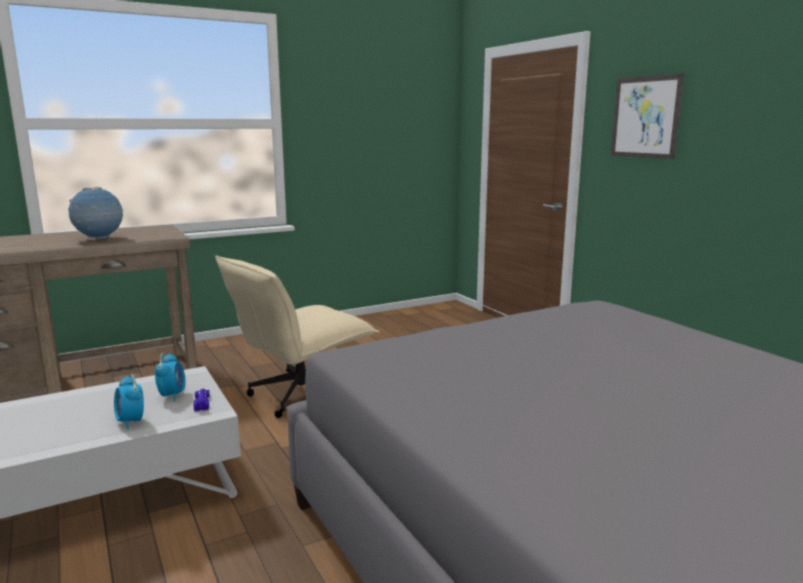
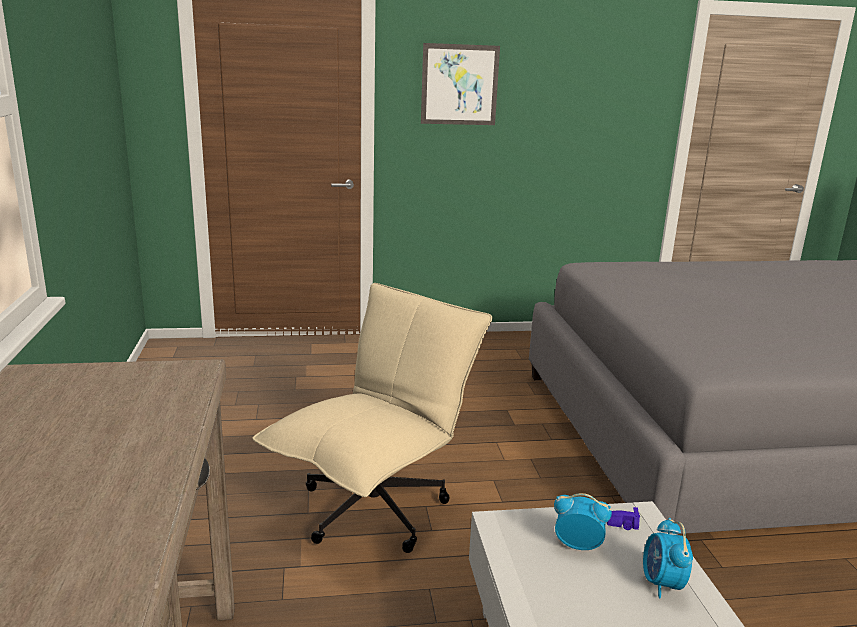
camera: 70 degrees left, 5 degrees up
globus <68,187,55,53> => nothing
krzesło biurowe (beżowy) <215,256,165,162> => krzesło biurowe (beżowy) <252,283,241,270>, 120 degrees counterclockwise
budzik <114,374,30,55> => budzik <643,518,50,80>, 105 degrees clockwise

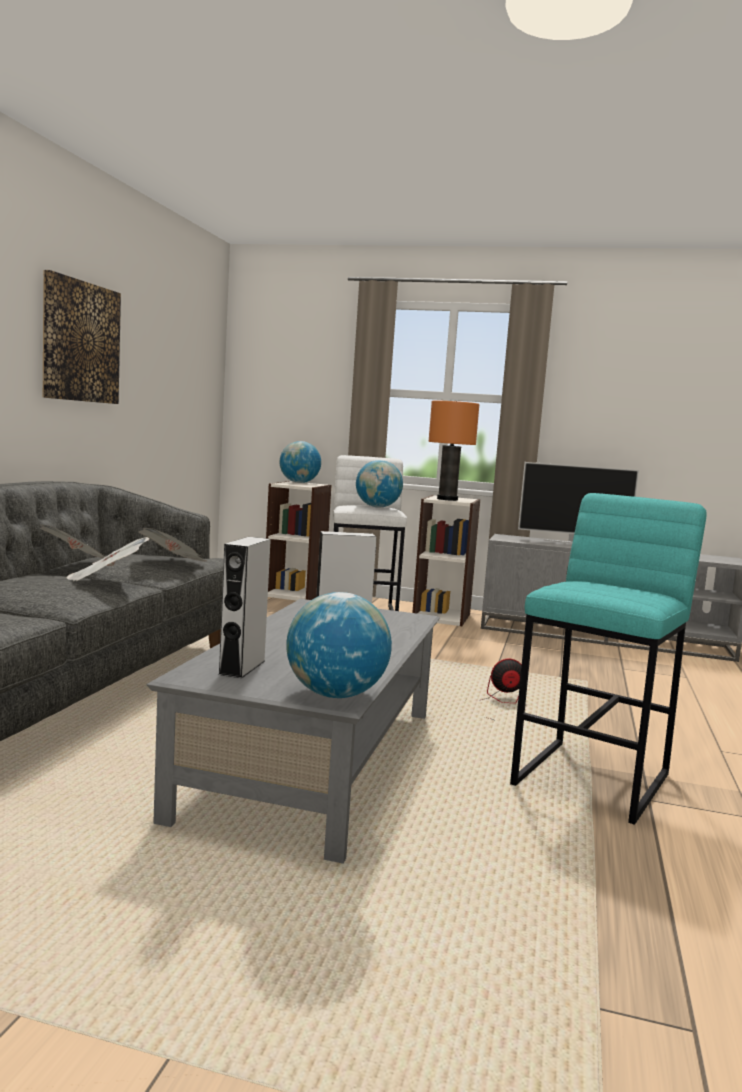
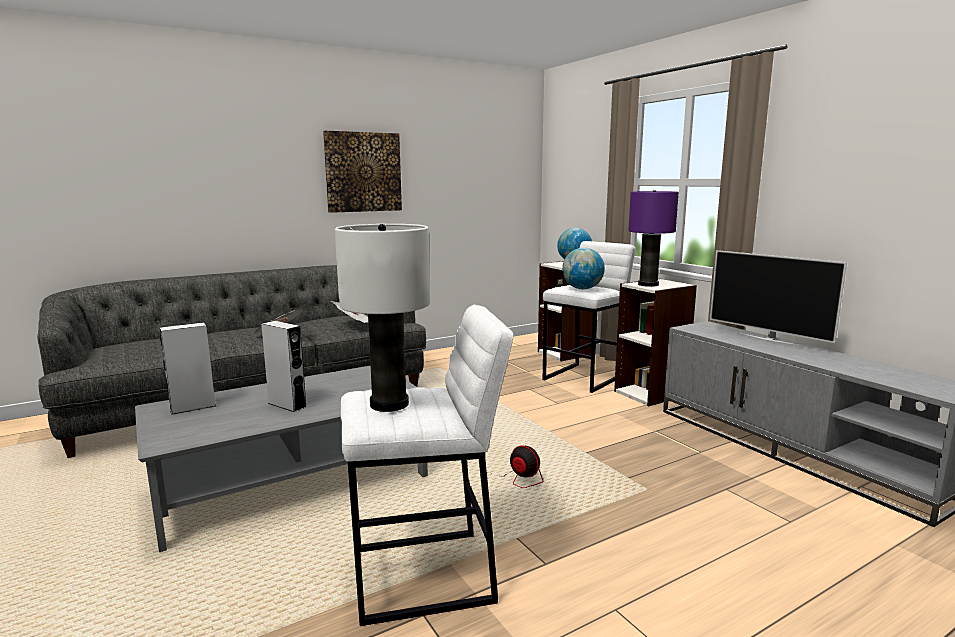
camera: 45 degrees right, 5 degrees up
lampa stołowa (pomarańczowy) <429,400,50,101> => lampa stołowa (fioletowy) <628,190,51,97>
stołek (turkusowy) <510,493,197,332> => stołek (biały) <341,305,172,321>
gazeta <40,525,65,34> => nothing
globus <286,592,106,106> => nothing
nothing => lampa stołowa (biały) <335,224,95,188>

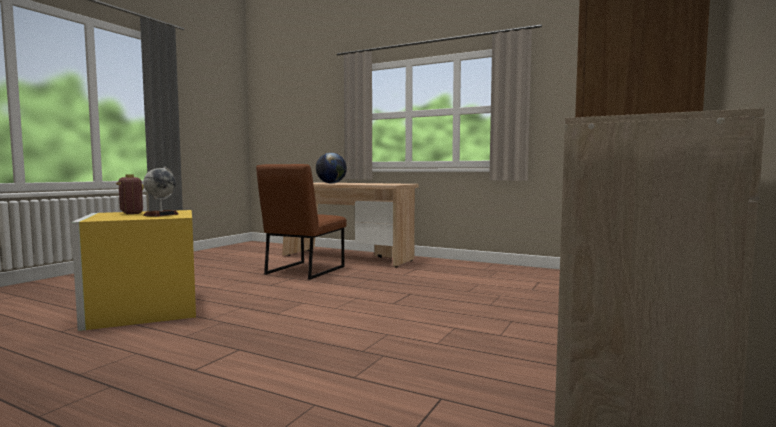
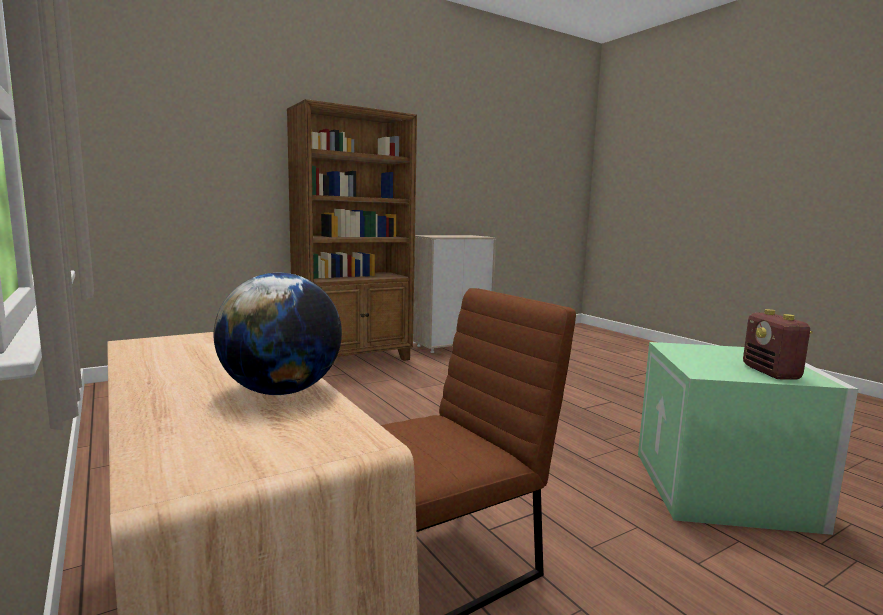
camera: 150 degrees left, 5 degrees up
globus <143,167,36,50> => nothing
pojemnik do przechowywania (żółty) <71,210,125,121> => pojemnik do przechowywania (zielony) <638,342,220,193>

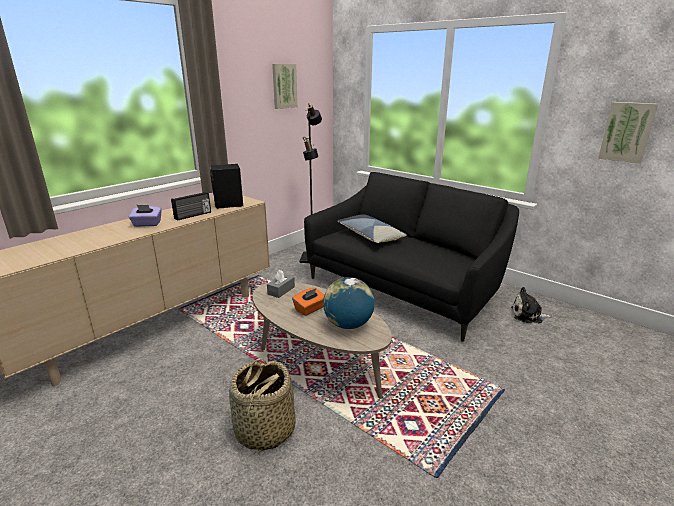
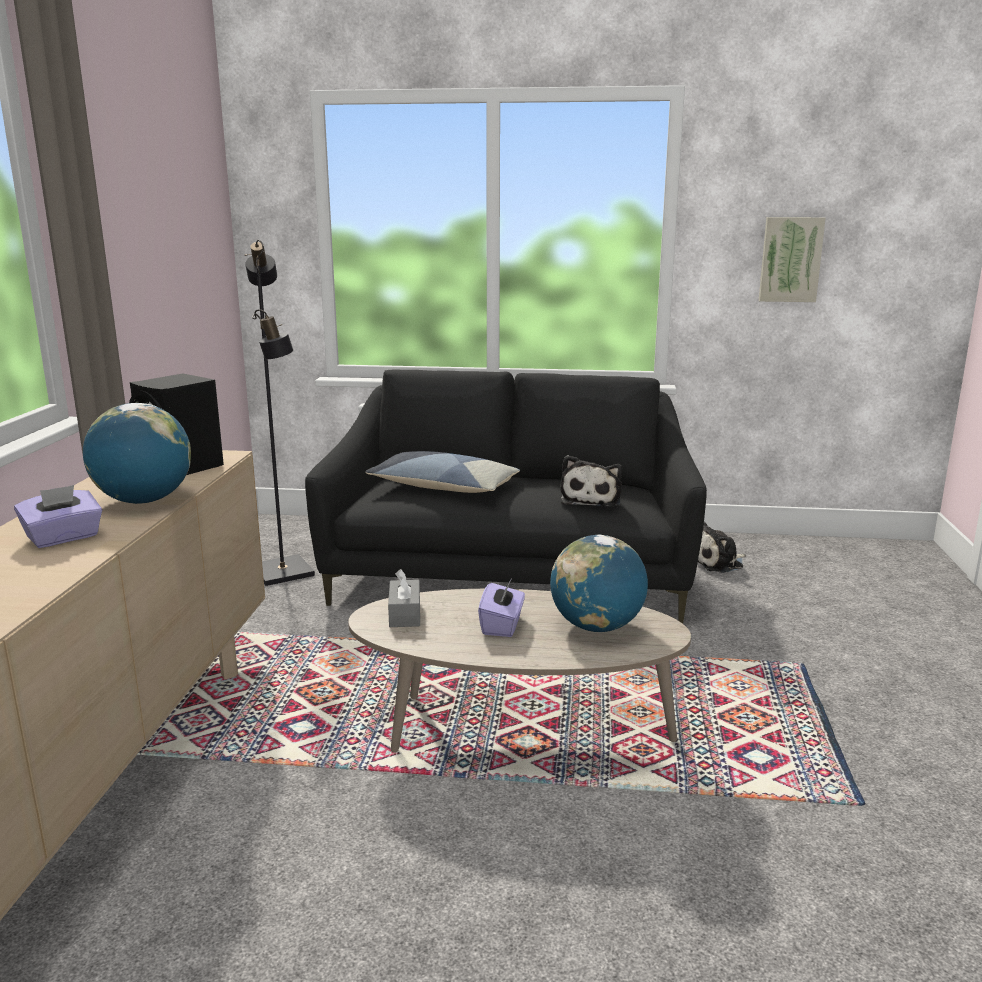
camera: 35 degrees left, 5 degrees down
obraz <272,64,26,45> => nothing
radio <171,192,40,29> => globus <83,403,108,101>
pudełko chusteczek (pomarańczowy) <292,288,32,28> => pudełko chusteczek (fioletowy) <478,580,47,57>
koszyk <229,358,67,96> => nothing
nothing => pluszak <560,455,62,52>

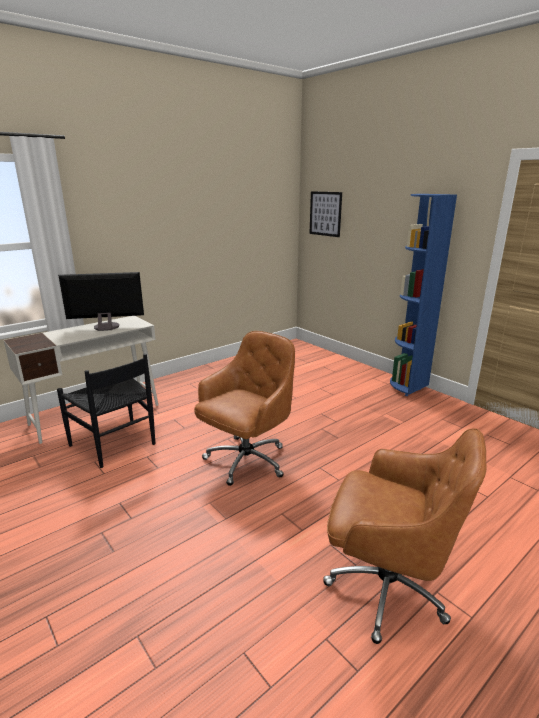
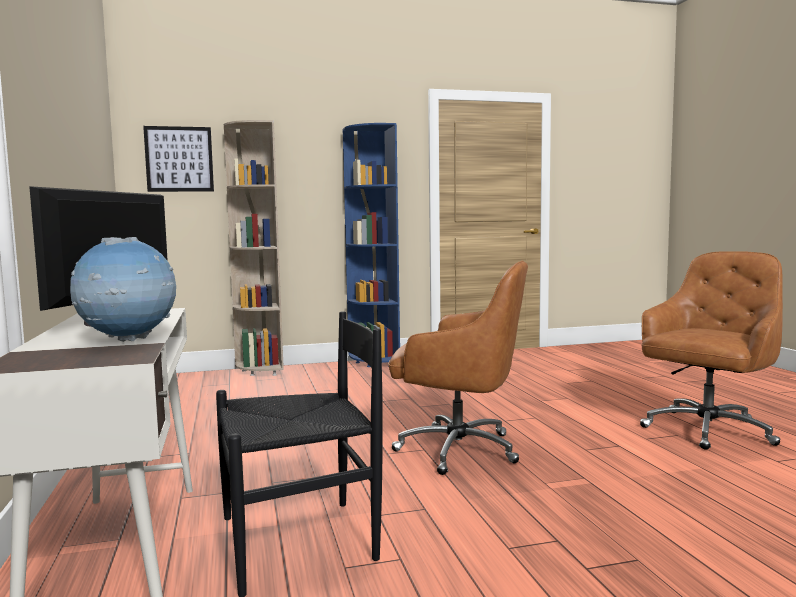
camera: 65 degrees left, 15 degrees down
krzesło biurowe (brązowy) <194,331,101,155> => krzesło biurowe (brązowy) <388,261,140,214>, 135 degrees clockwise
nothing => regał (beżowy) <224,120,60,256>
nothing => globus <70,237,106,105>

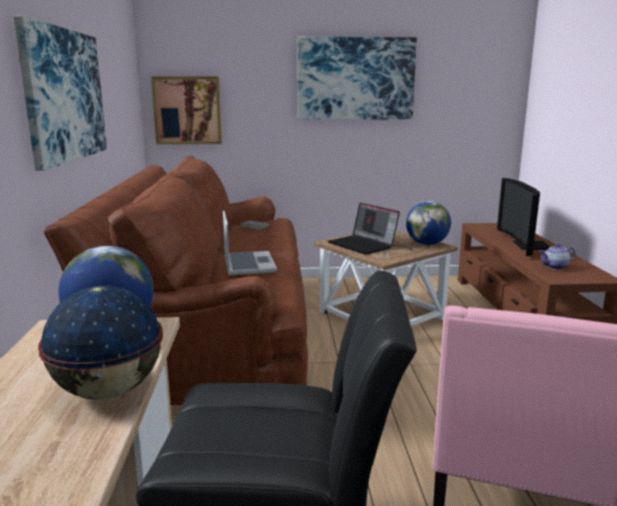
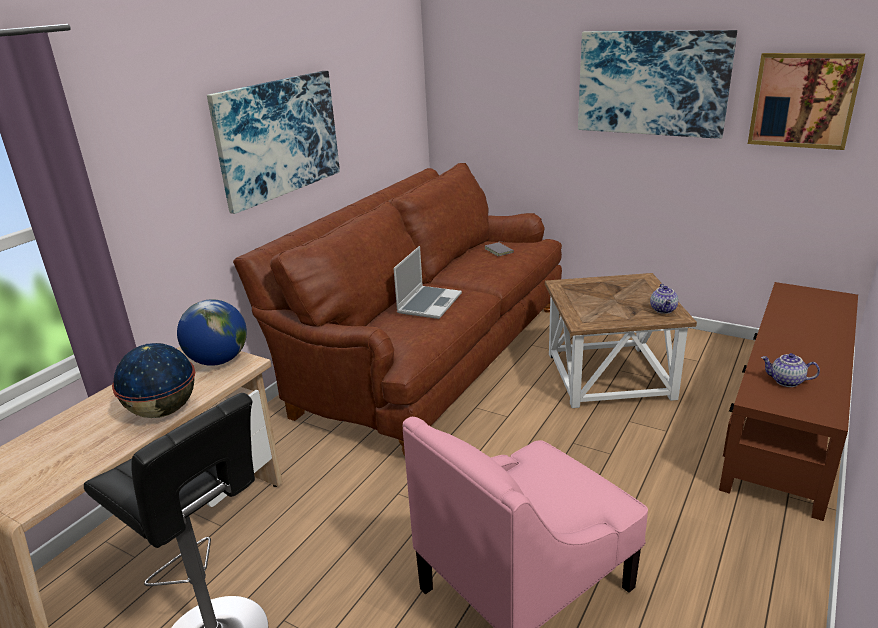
camera: 35 degrees right, 10 degrees up
obraz <151,76,71,68> => obraz <748,53,117,97>, move
telewizor <497,178,53,78> => nothing
globus <406,201,45,44> => imbryk <650,283,28,31>
laptop <328,203,72,51> => nothing

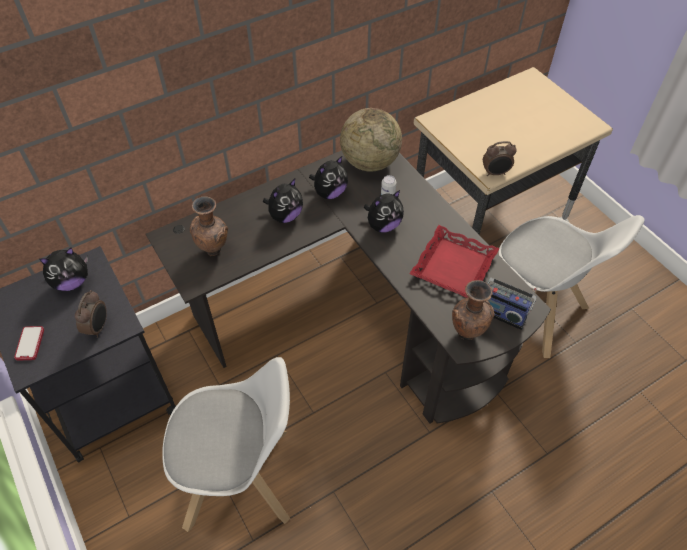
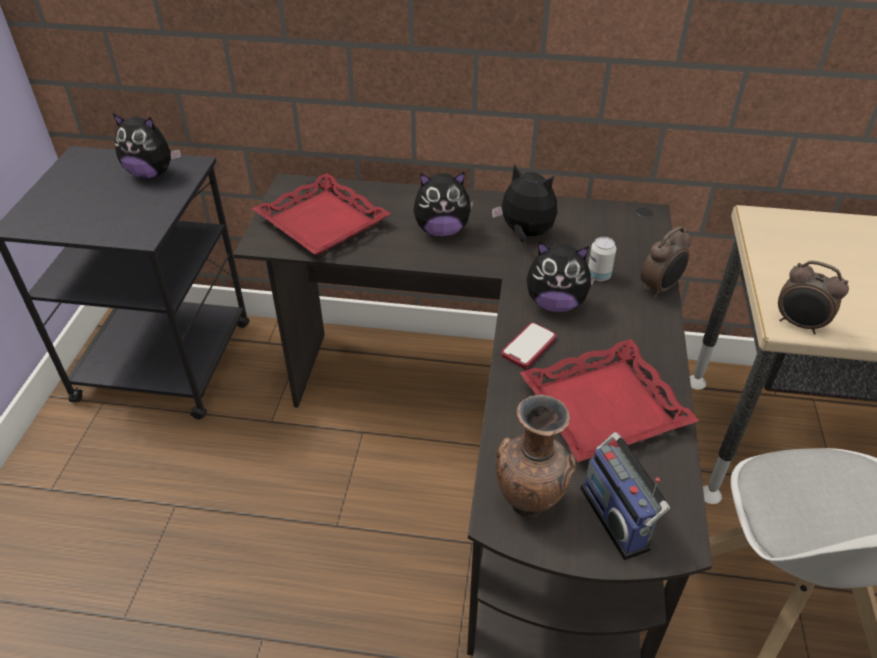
camera: 40 degrees right, 10 degrees down
globus <340,108,62,63> => nothing
pluszak <309,156,39,43> => pluszak <492,164,66,78>, 150 degrees counterclockwise
wazon (brązowy) <190,196,38,60> => taca (czerwony) <252,173,139,82>
budzik <75,290,32,48> => budzik <641,227,50,71>, move
telefon <14,326,30,34> => telefon <501,323,55,46>, move
krzesło <162,357,129,175> => nothing

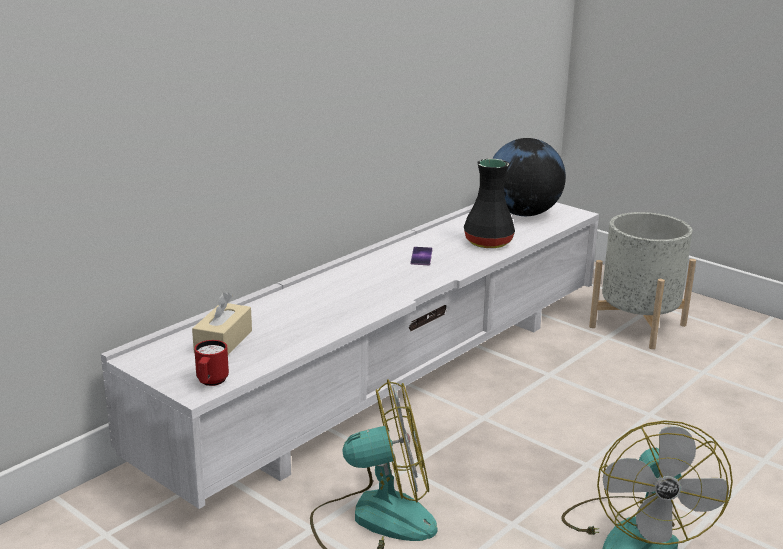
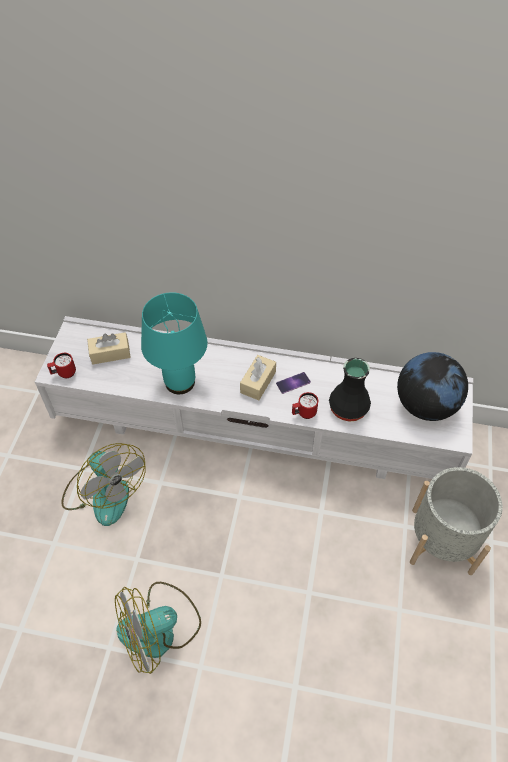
camera: 60 degrees right, 30 degrees up
nothing => lampa stołowa (turkusowy) <141,292,67,102>
nothing => pudełko chusteczek (beżowy) <240,355,36,45>
nothing => kubek (czerwony) <292,392,26,27>

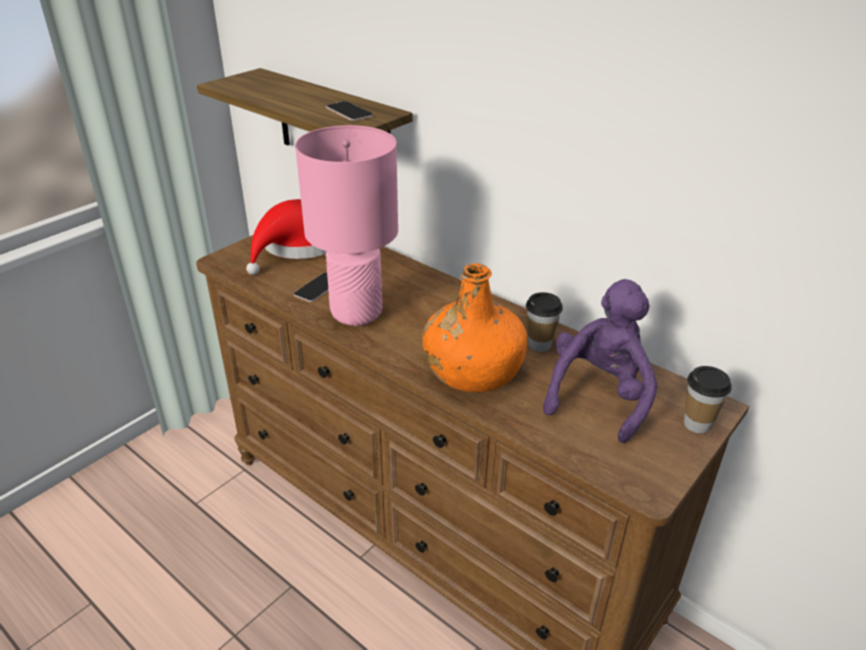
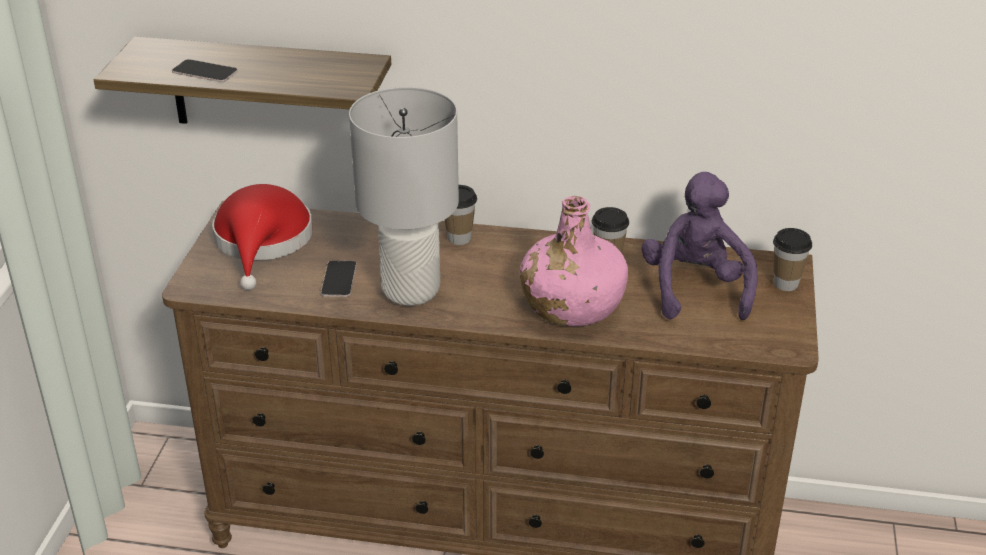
camera: 30 degrees left, 0 degrees up
telefon <326,101,47,20> => telefon <172,59,66,23>, move
lampa stołowa (różowy) <295,125,103,201> => lampa stołowa (szary) <349,87,110,219>
butelka (pomarańczowy) <422,263,105,129> => butelka (różowy) <520,196,108,130>
nothing => filiżanka <445,185,32,60>

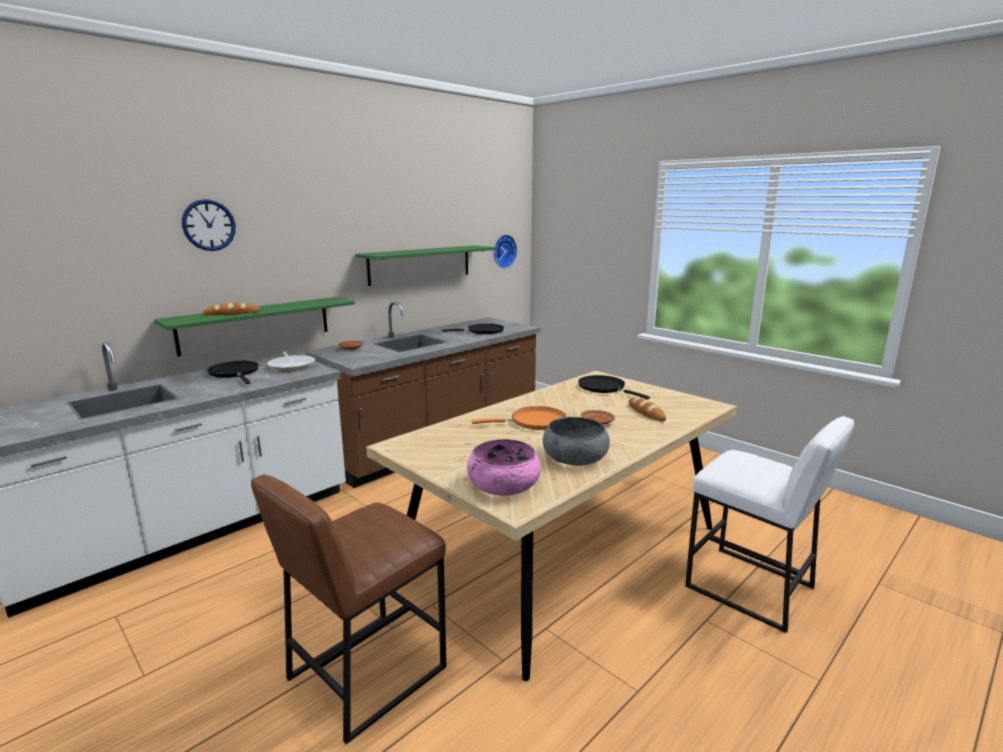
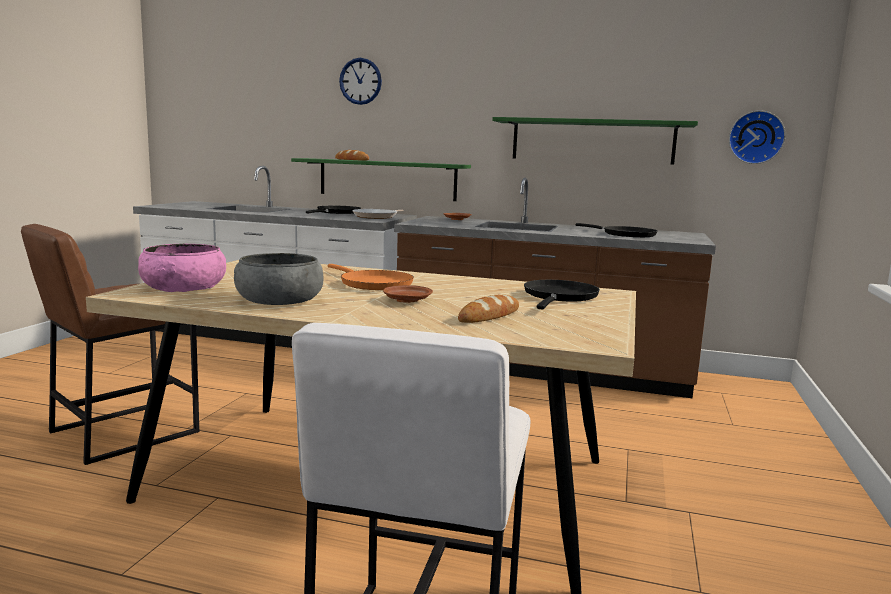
camera: 60 degrees right, 5 degrees down
krzesło (brązowy) <251,474,195,270> => krzesło (brązowy) <21,224,178,241>, 60 degrees counterclockwise

